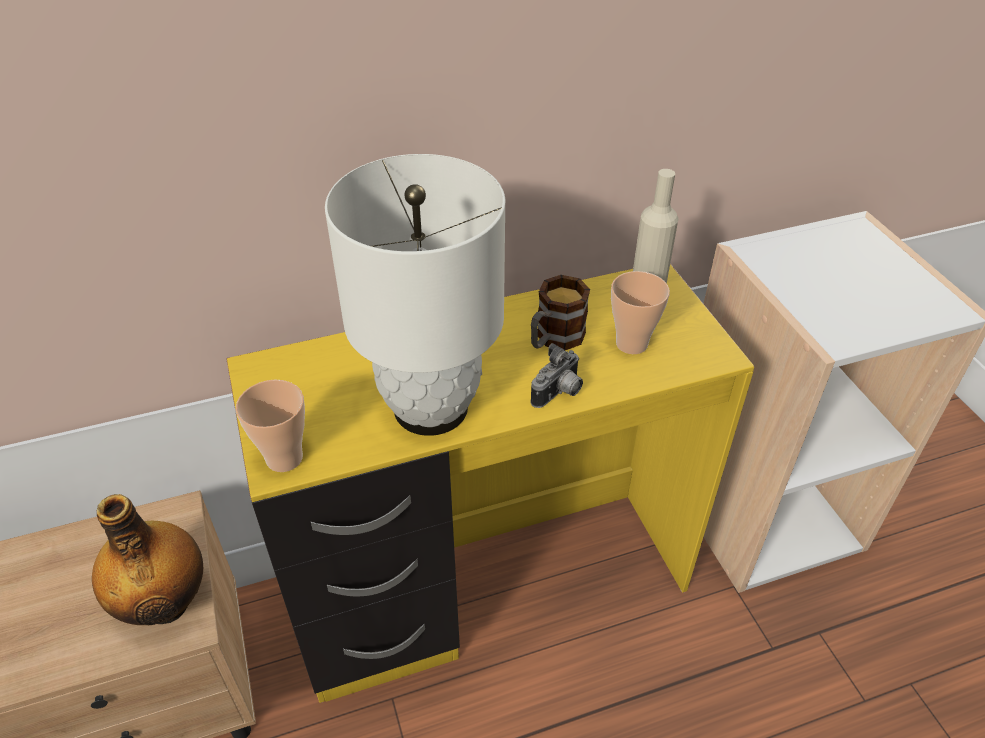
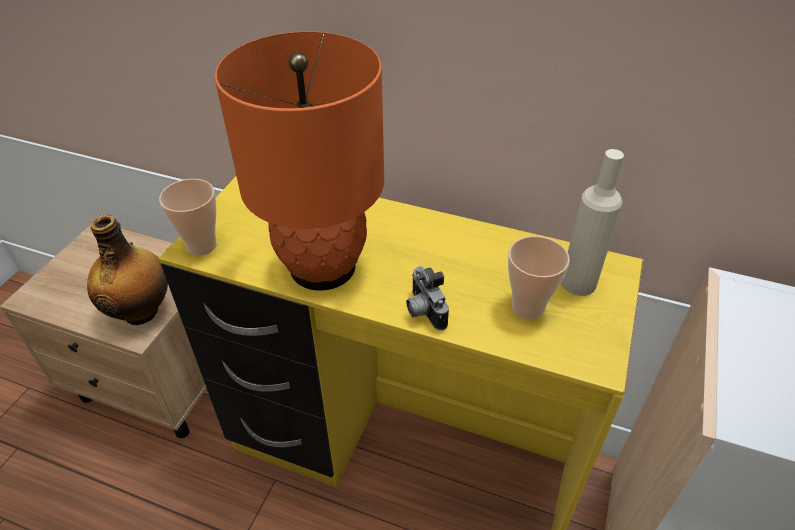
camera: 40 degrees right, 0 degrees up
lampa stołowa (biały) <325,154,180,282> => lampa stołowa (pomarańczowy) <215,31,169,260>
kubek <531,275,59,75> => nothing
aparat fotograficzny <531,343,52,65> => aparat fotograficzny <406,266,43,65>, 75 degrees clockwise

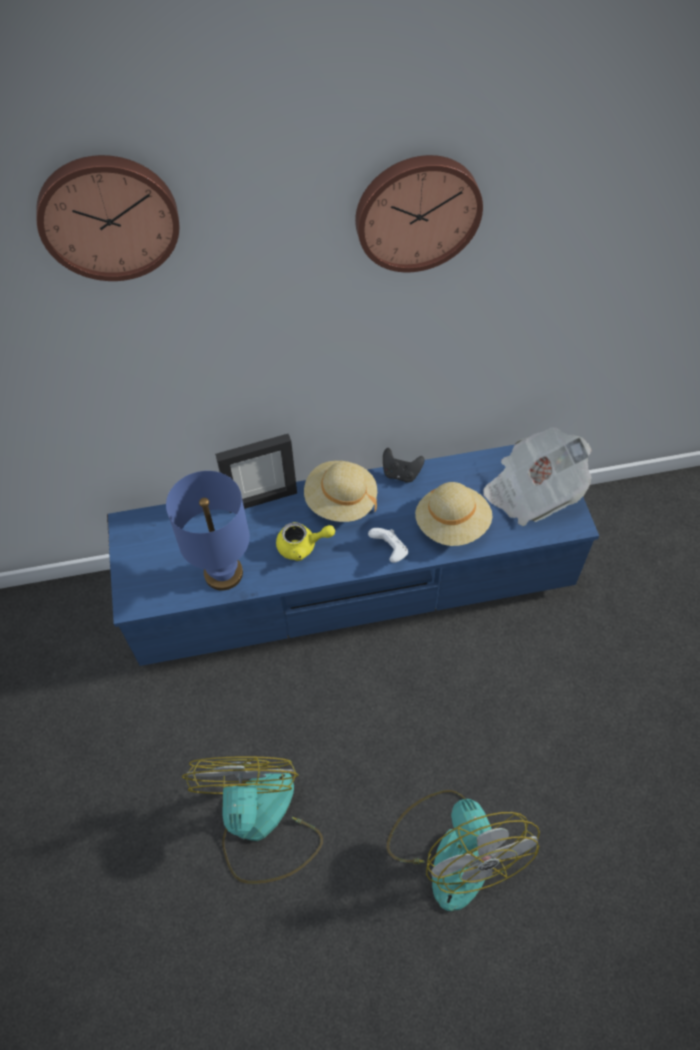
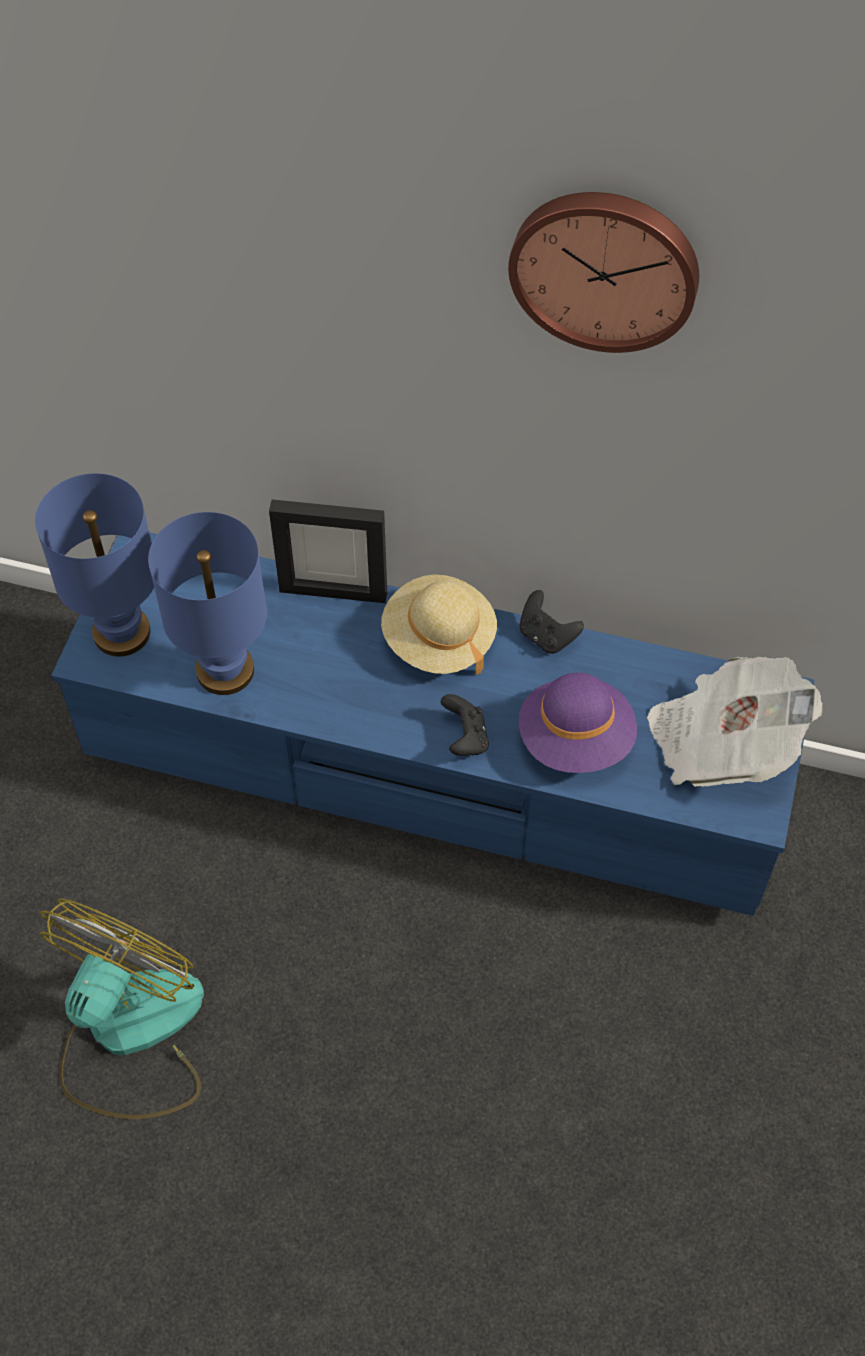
camera: 25 degrees right, 0 degrees up
zegar ścienny <36,155,143,126> => nothing
kapelusz (beżowy) <415,482,77,64> => kapelusz (fioletowy) <519,672,118,101>
imbryk (żółty) <276,522,59,39> => nothing
pad do gier (biały) <368,528,40,35> => pad do gier (czarny) <441,694,48,62>
wentylator <387,790,153,122> => nothing
nothing => lampa stołowa (niebieski) <35,473,119,183>

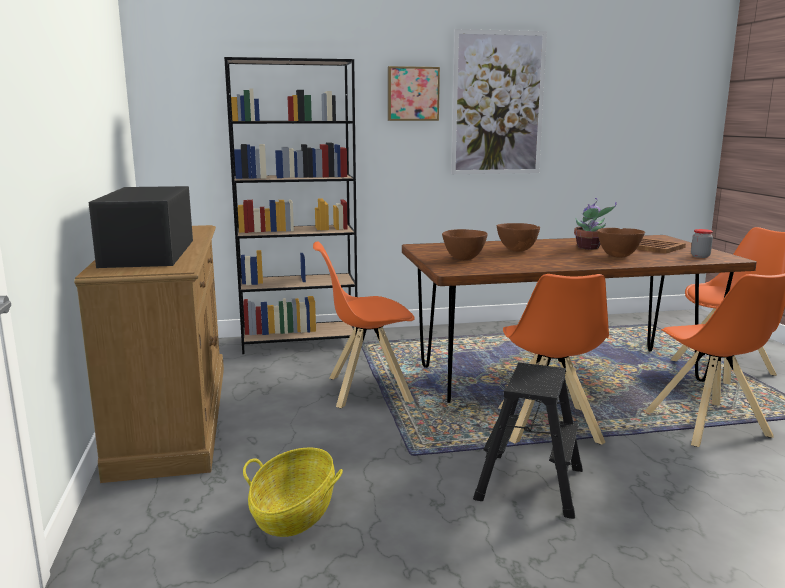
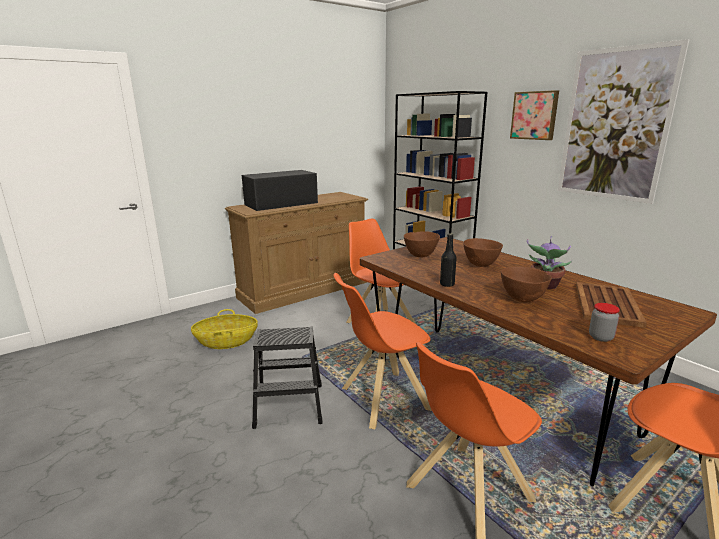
camera: 65 degrees right, 5 degrees up
nothing => butelka (czarny) <440,233,17,54>

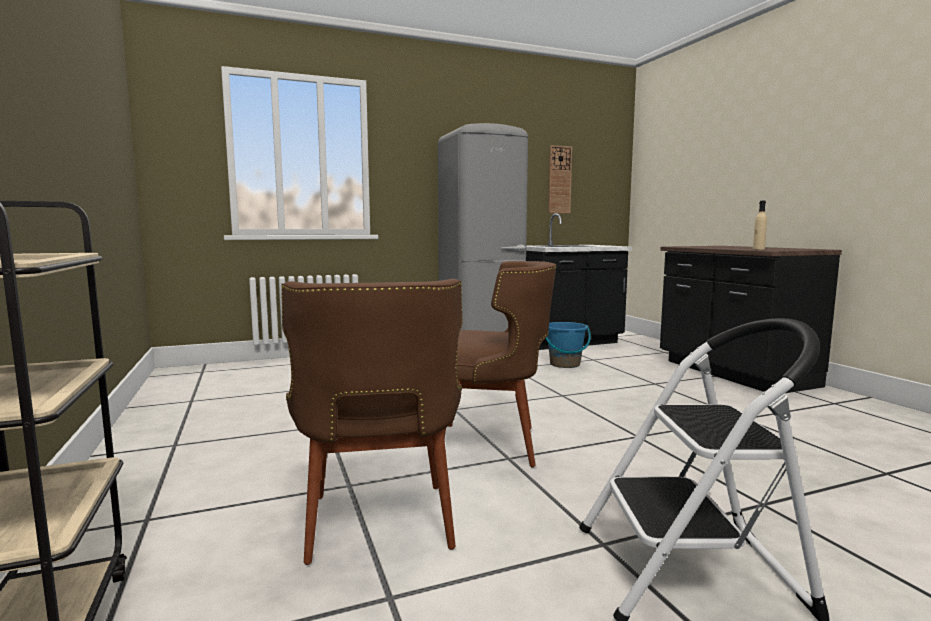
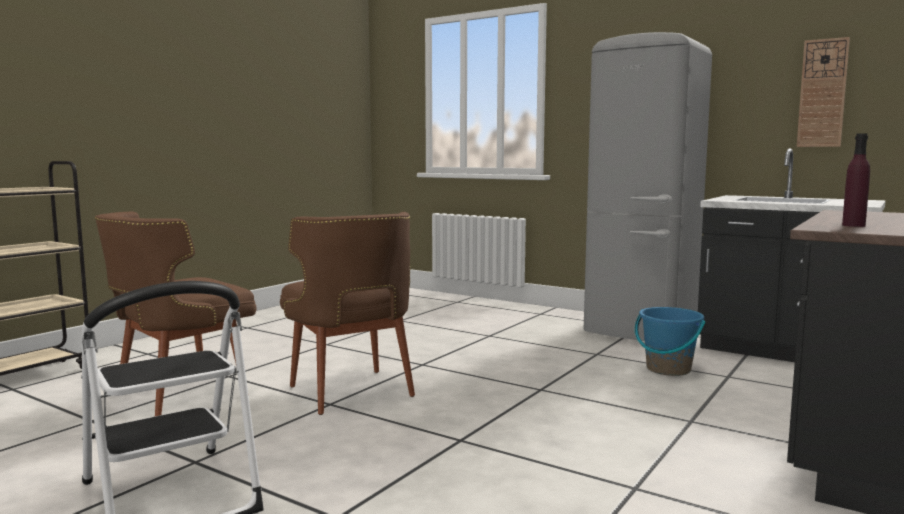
camera: 55 degrees right, 0 degrees up
butelka (beżowy) <753,201,14,48> => butelka (fioletowy) <842,133,28,94>

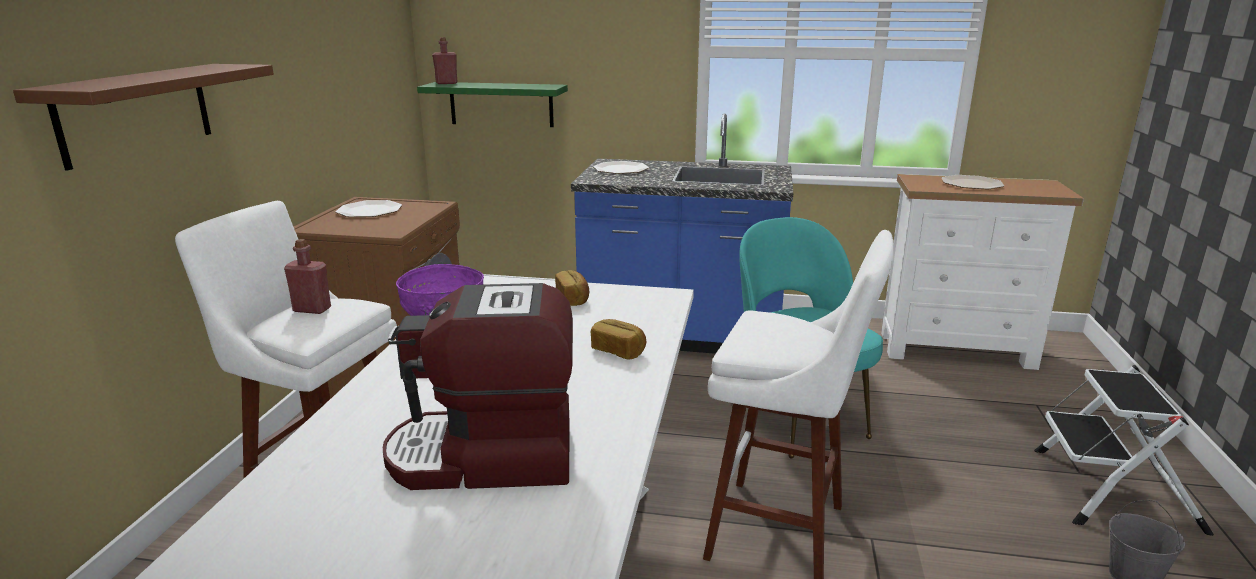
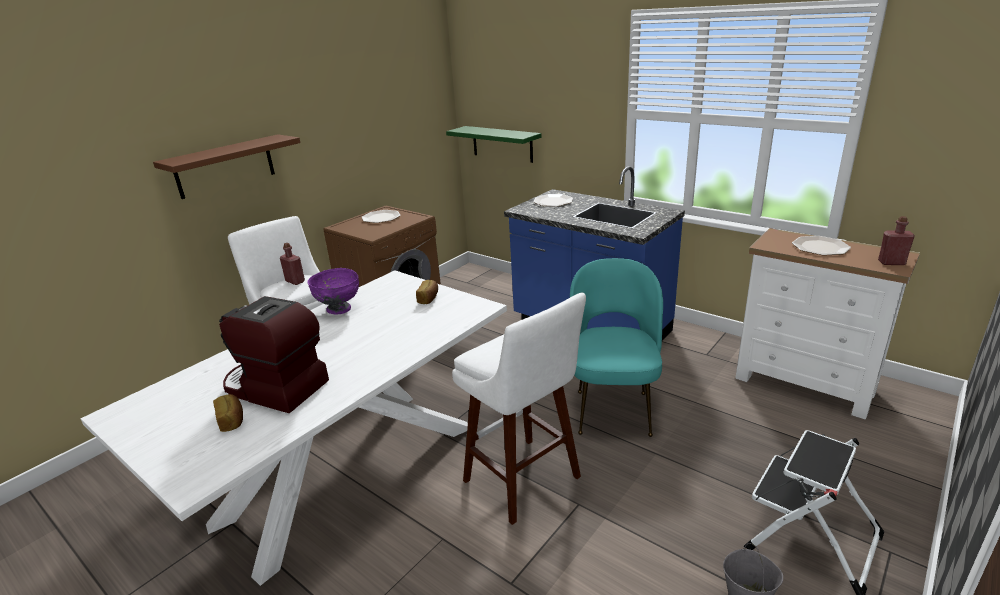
camera: 30 degrees right, 5 degrees up
butelka (czerwony) <432,37,26,47> => butelka (czerwony) <878,216,37,49>, move
chleb <591,319,55,41> => chleb <213,394,30,38>, move

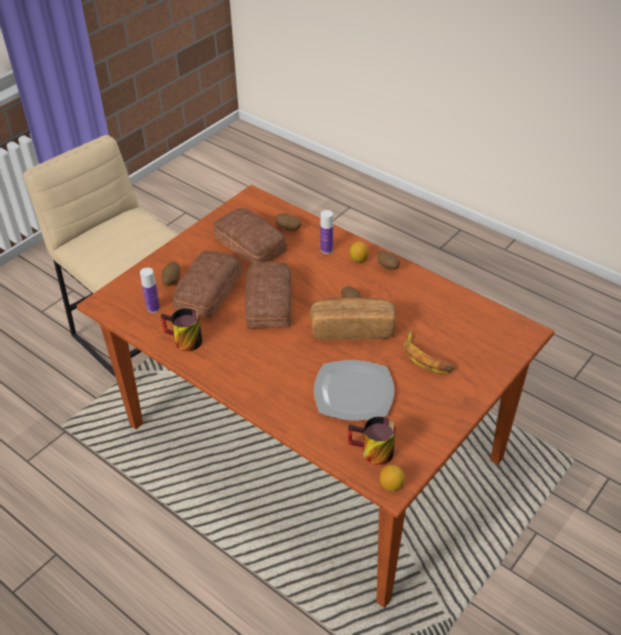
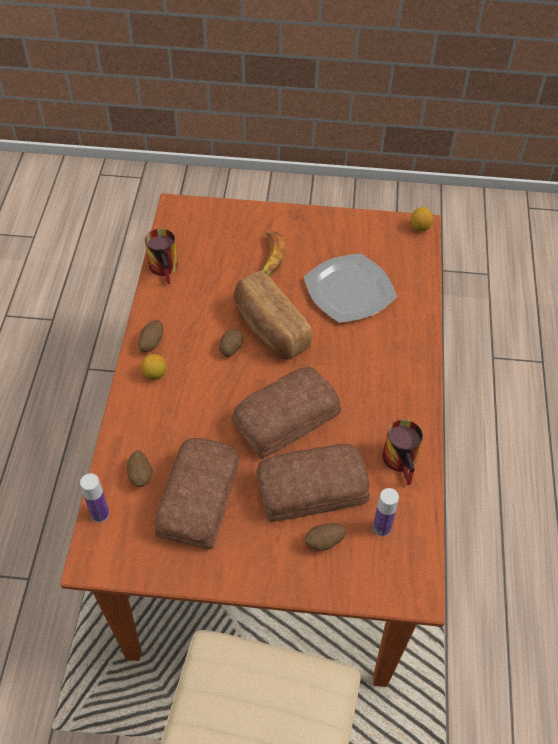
camera: 125 degrees left, 10 degrees up
butelka <320,210,13,44> => butelka <80,473,29,49>, move
kubek <348,416,48,49> => kubek <145,228,33,56>, move

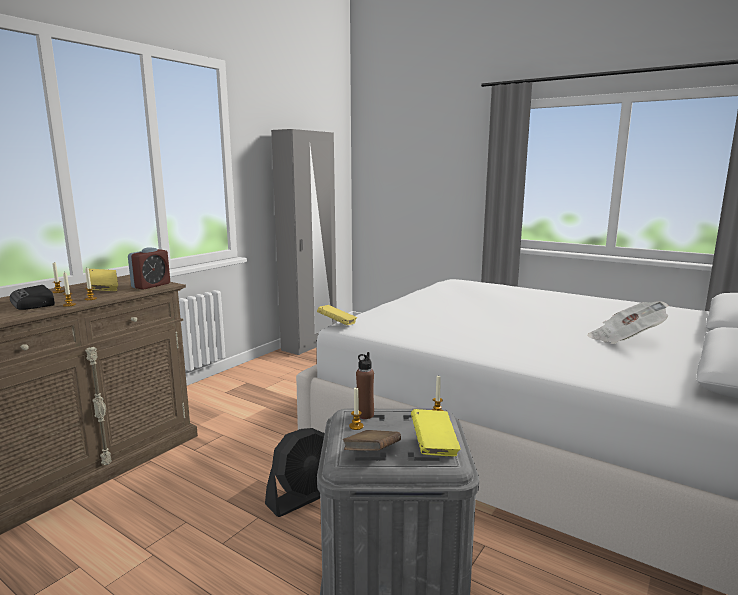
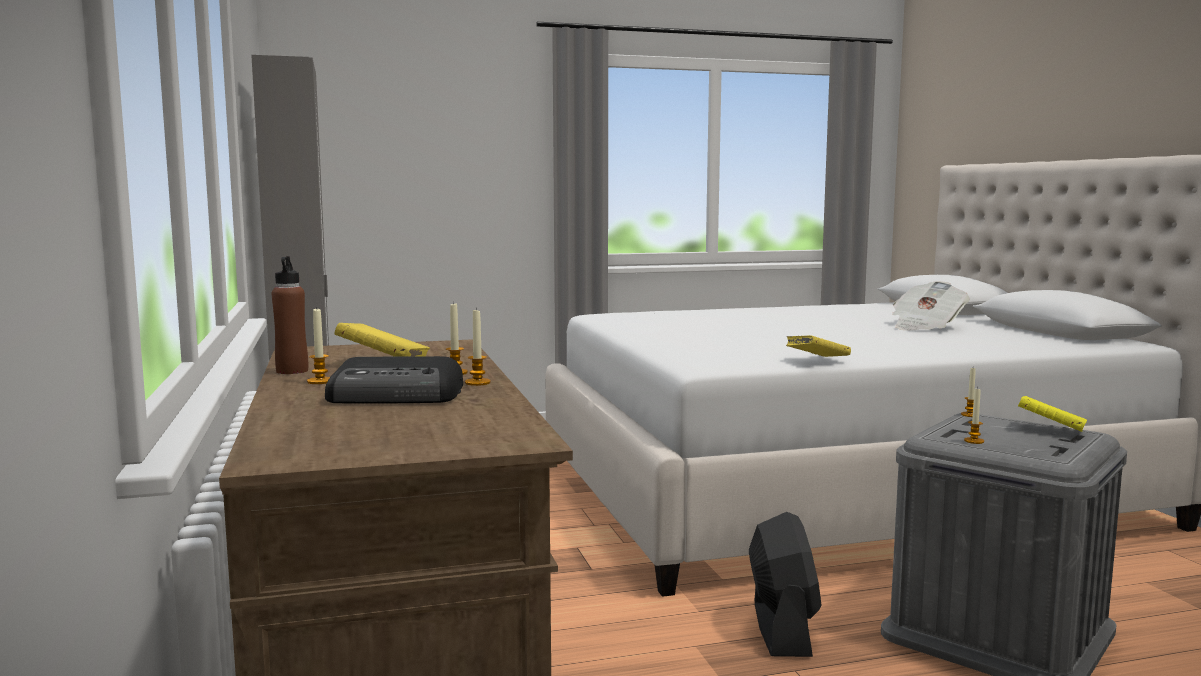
camera: 50 degrees left, 5 degrees down
budzik <128,247,42,43> => nothing
książka (żółty) <317,305,40,20> => książka (żółty) <786,335,65,22>, move
butelka (brązowy) <356,352,18,67> => butelka (brązowy) <272,256,36,118>, move
książka (brązowy) <343,430,58,21> => nothing

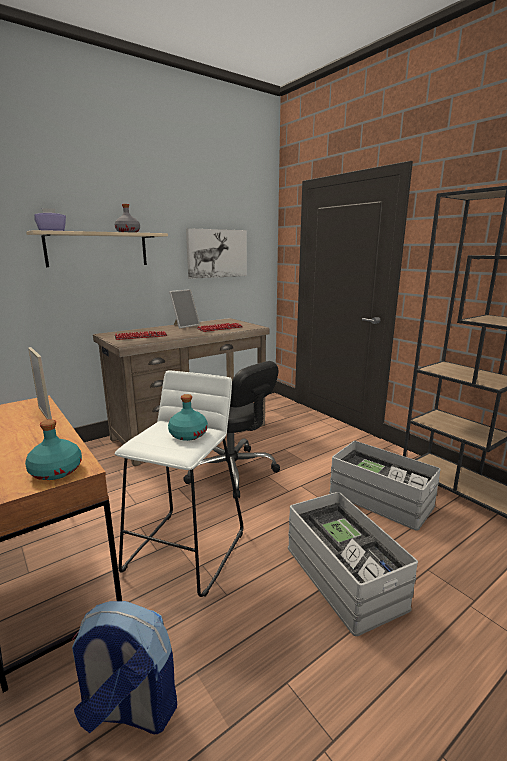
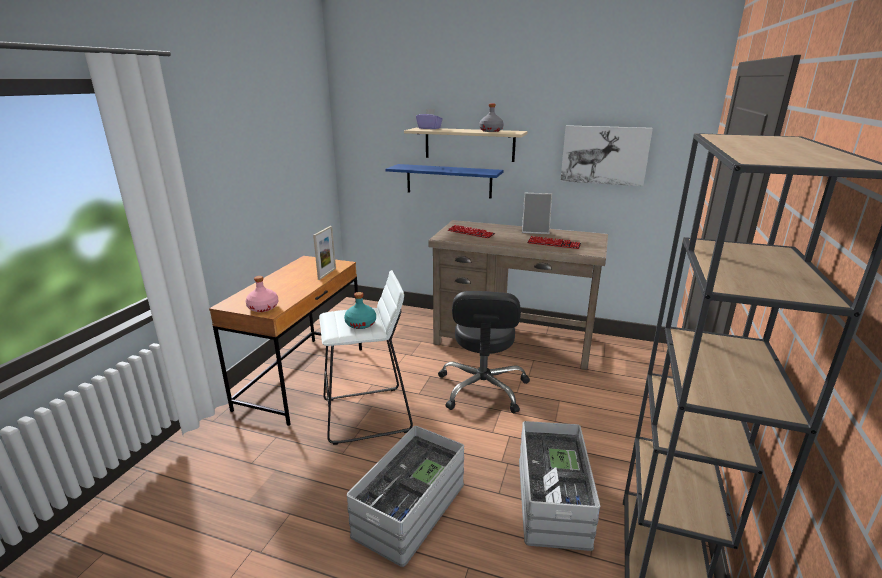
camera: 55 degrees right, 5 degrees up
butelka (turkusowy) <25,419,57,61> => butelka (różowy) <246,276,32,36>
plecak <72,601,105,133> => nothing
nothing => półka (niebieski) <386,164,118,34>

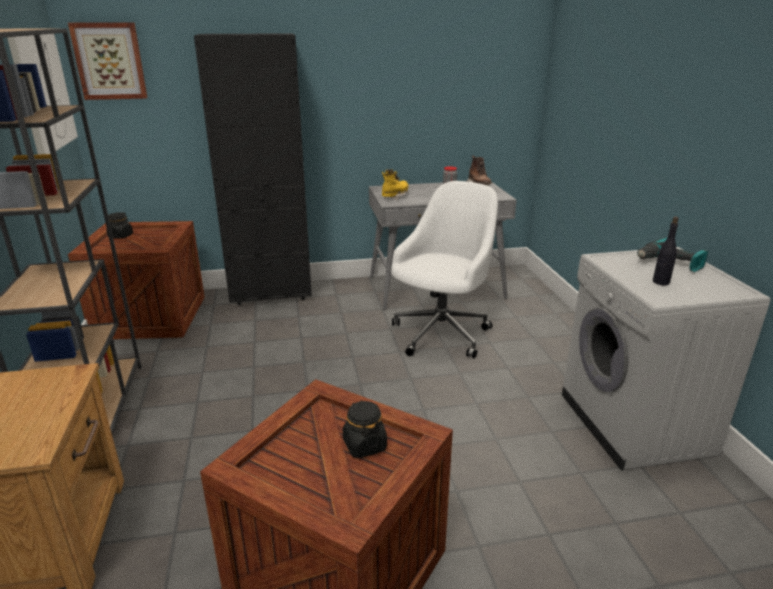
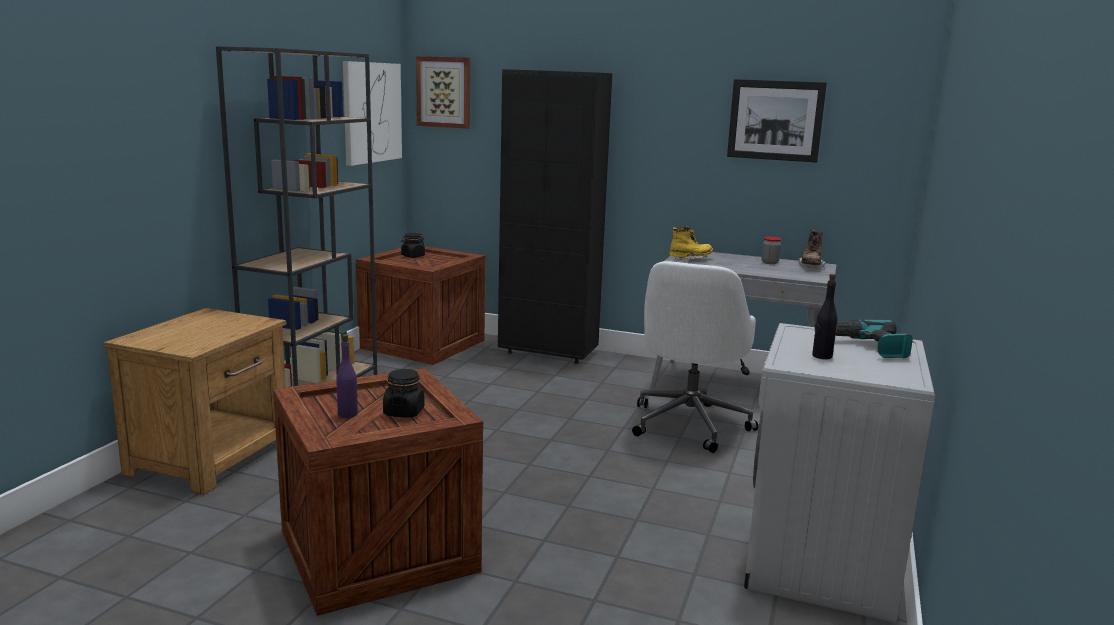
camera: 30 degrees right, 10 degrees down
krzesło biurowe (biały) <391,181,107,178> => krzesło biurowe (biały) <632,261,126,192>, 135 degrees clockwise
nothing => obraz <727,79,100,84>
nothing => butelka (fioletowy) <336,334,22,84>

